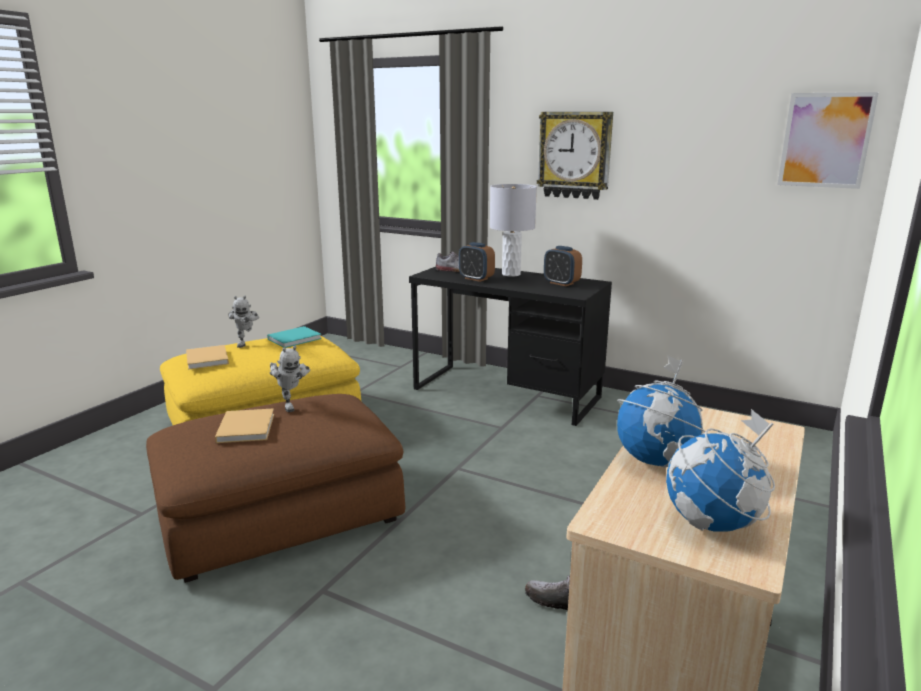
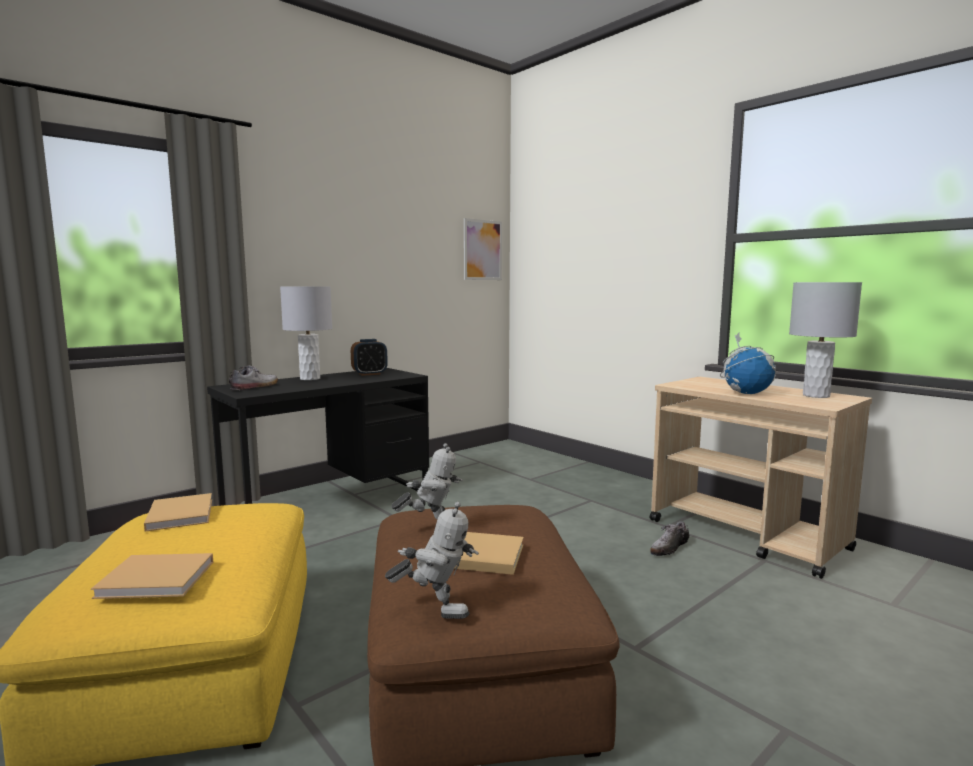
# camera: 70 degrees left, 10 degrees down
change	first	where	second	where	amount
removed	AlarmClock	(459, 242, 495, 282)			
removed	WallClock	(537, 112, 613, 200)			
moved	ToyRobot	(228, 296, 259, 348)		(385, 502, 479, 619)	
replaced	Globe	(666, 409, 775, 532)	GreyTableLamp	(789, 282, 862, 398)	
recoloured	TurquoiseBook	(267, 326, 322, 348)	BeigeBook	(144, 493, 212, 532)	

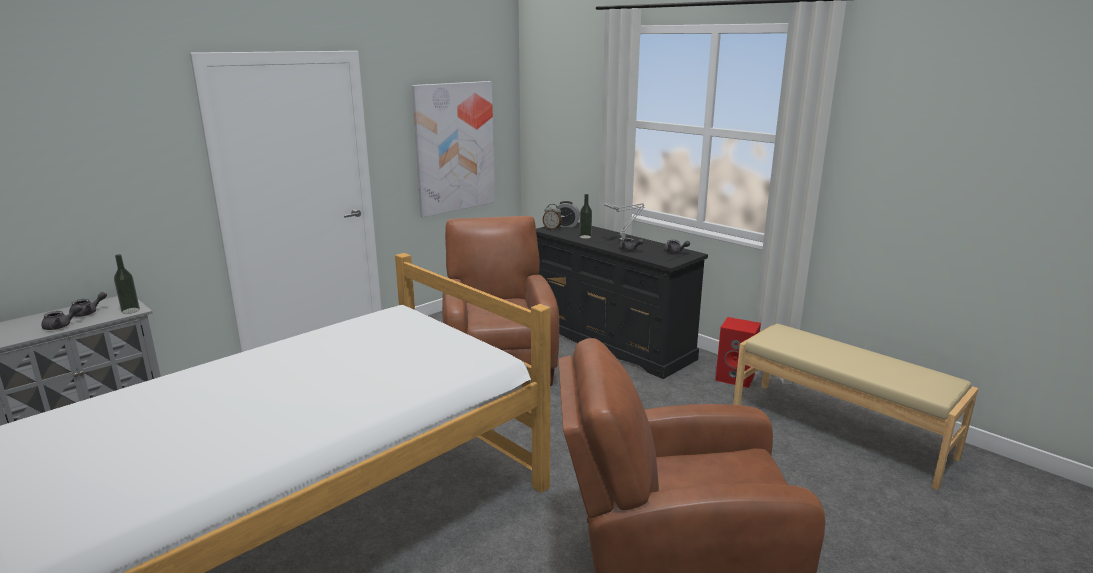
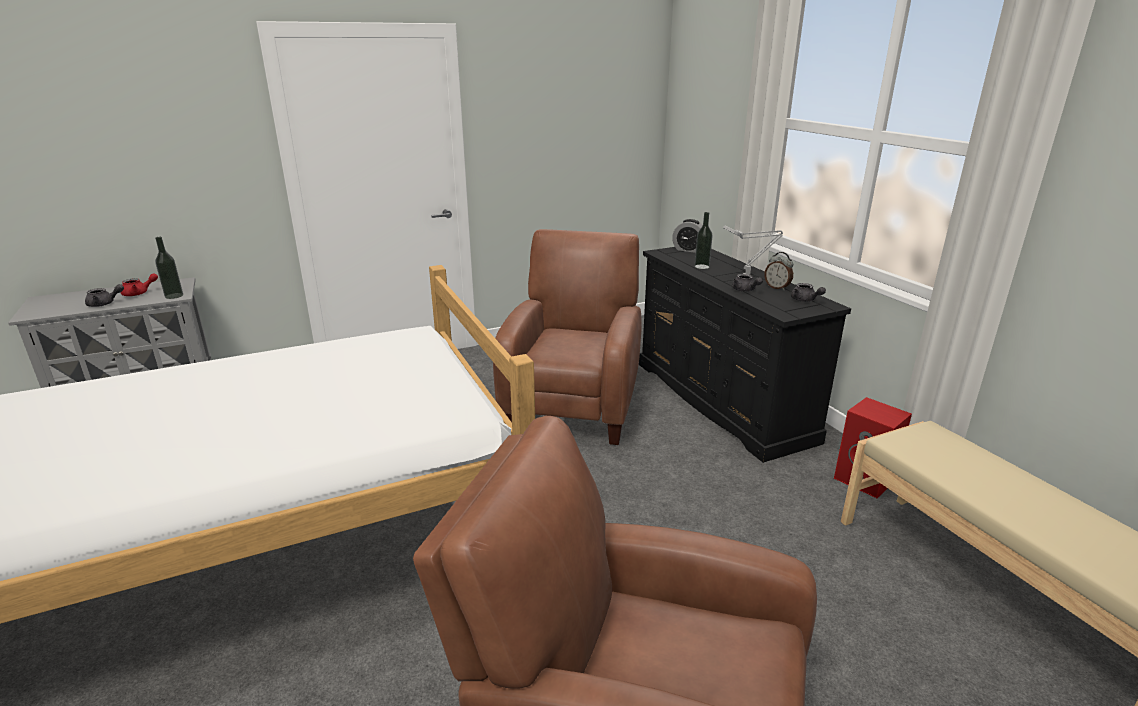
# camera: 20 degrees right, 5 degrees up
change	first	where	second	where	amount
removed	Picture	(412, 81, 495, 217)			
moved	AlarmClock	(543, 204, 562, 230)		(764, 252, 793, 290)	
recoloured	GreyTeapot	(69, 292, 107, 317)	RedTeapot	(120, 273, 158, 296)	

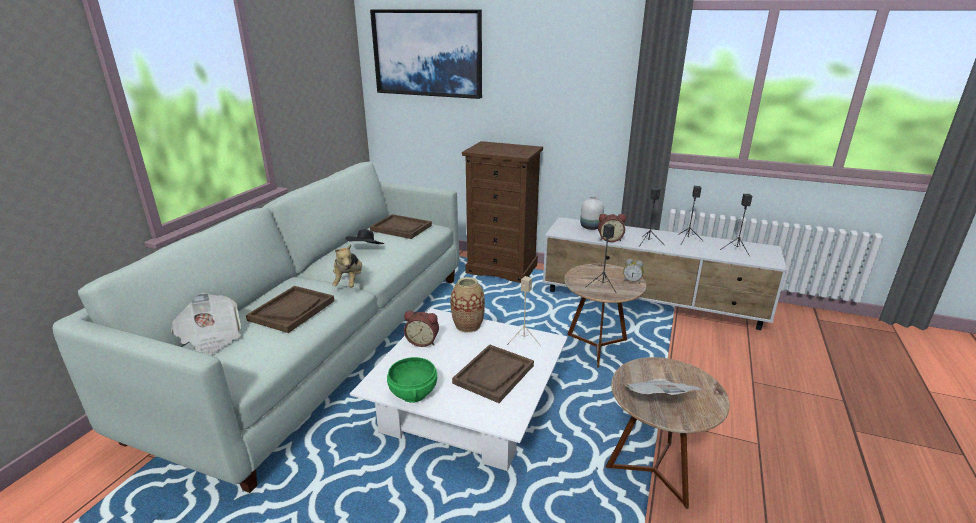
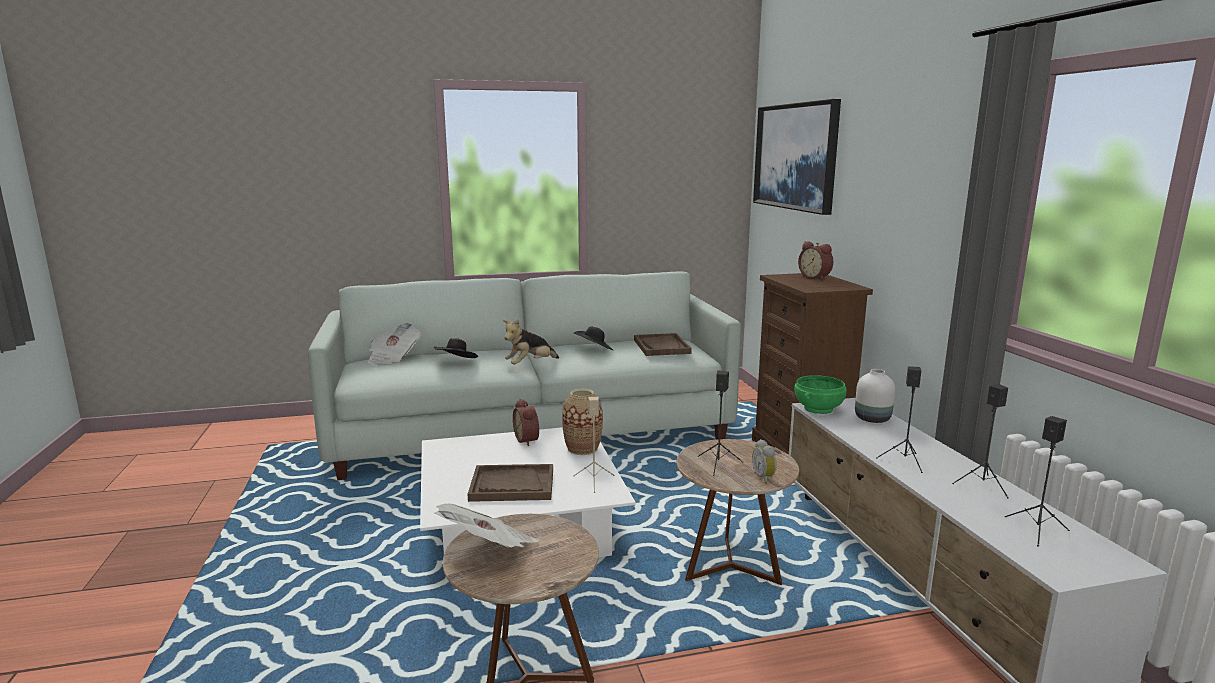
# camera: 55 degrees right, 10 degrees down
change	first	where	second	where	amount
moved	GreenBowl	(387, 357, 437, 403)		(794, 375, 847, 414)	
moved	AlarmClock	(598, 214, 626, 242)		(798, 241, 833, 280)	
replaced	BrownTray	(246, 286, 334, 333)	BlackHat	(434, 338, 478, 358)	

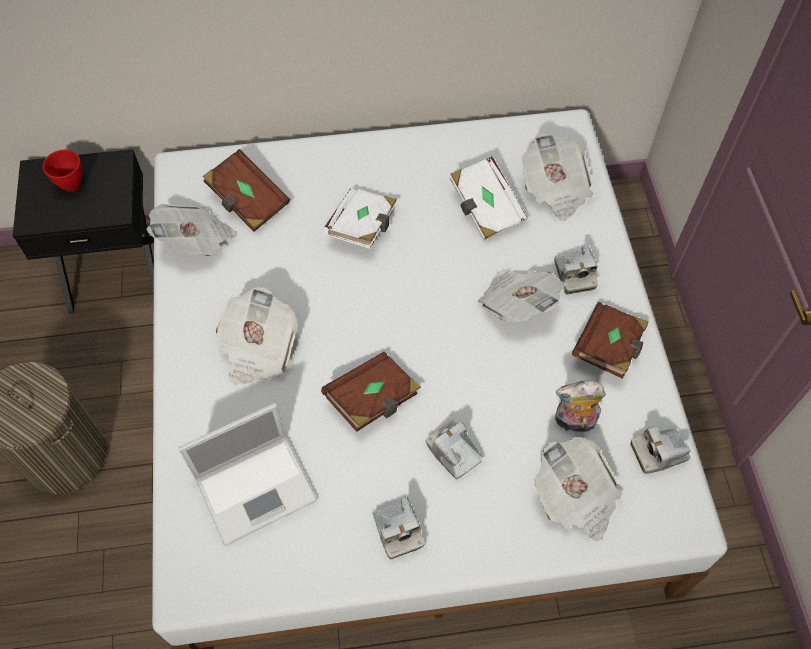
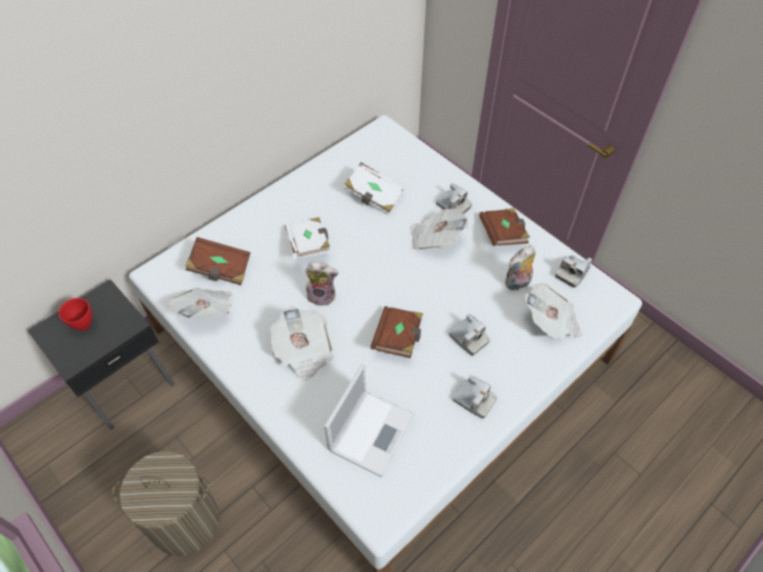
# camera: 35 degrees left, 5 degrees down
change	first	where	second	where	amount
removed	Newspaper	(522, 132, 593, 221)			
added			PlushToy	(305, 261, 339, 306)	
turned	PhotoCamera	(426, 421, 483, 479)		(449, 314, 490, 356)	150 degrees counterclockwise

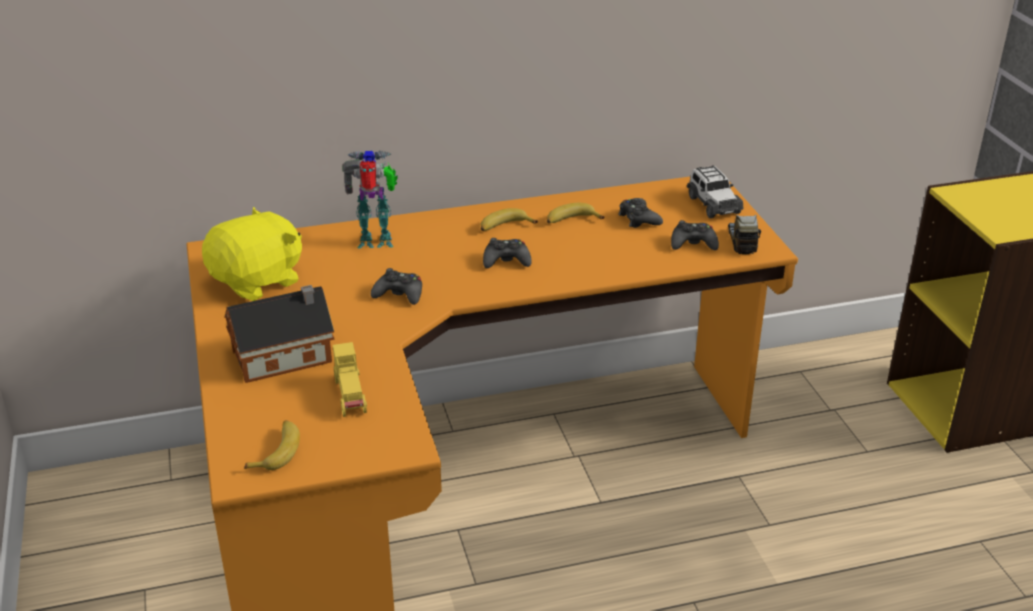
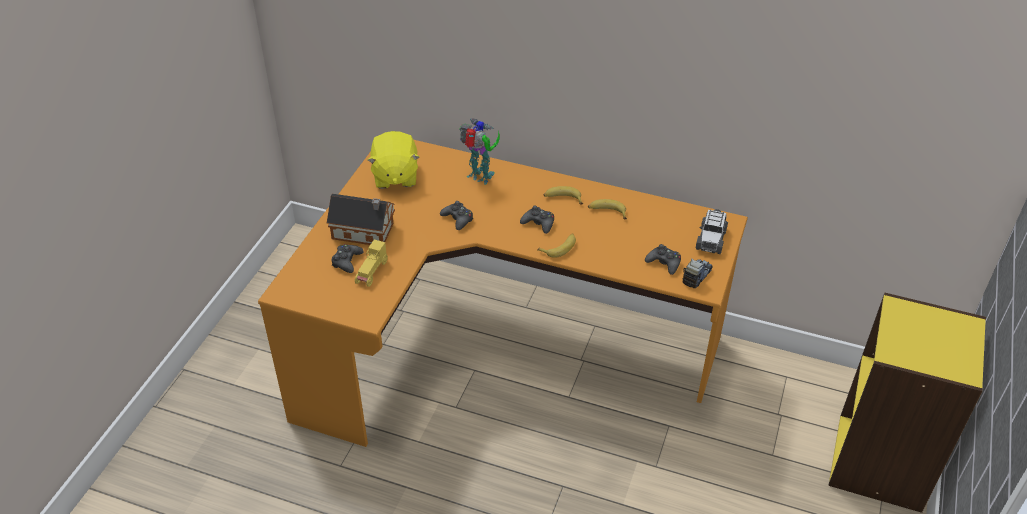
# camera: 35 degrees right, 10 degrees up
change	first	where	second	where	amount
moved	Banana	(244, 420, 300, 470)		(537, 233, 576, 258)	
moved	BlackGameController	(618, 198, 663, 228)		(332, 244, 364, 273)	
turned	YellowPlushToy	(202, 207, 302, 301)		(367, 131, 419, 189)	90 degrees clockwise

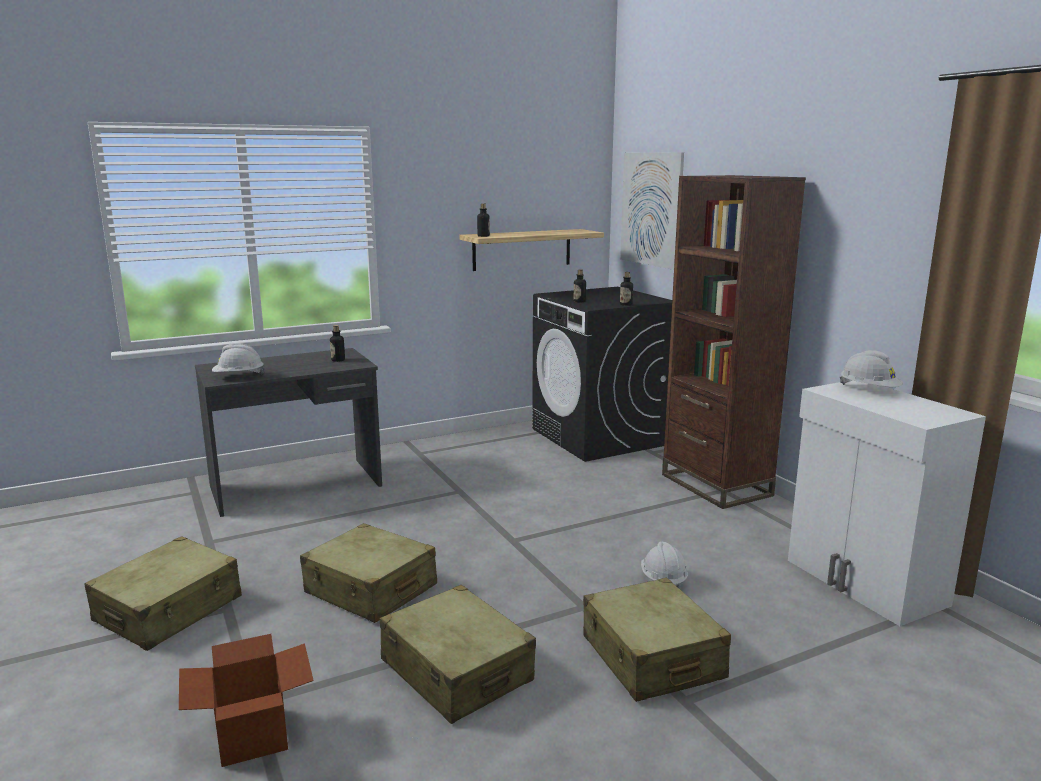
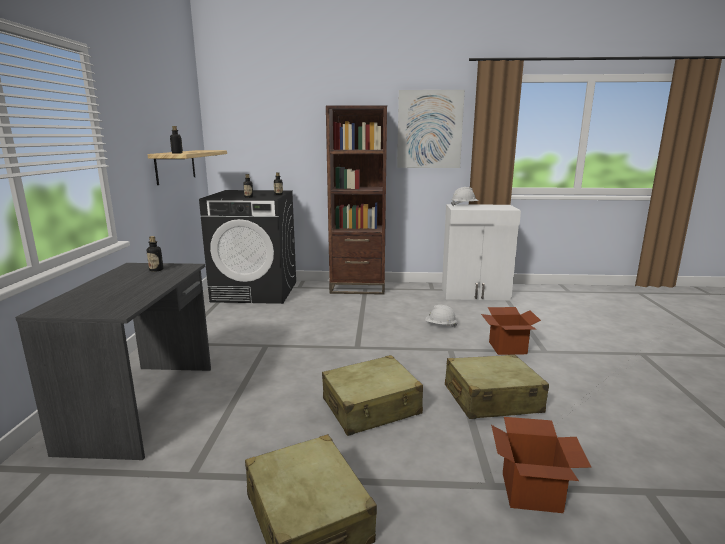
# camera: 60 degrees left, 0 degrees up
change	first	where	second	where	amount
removed	WhiteHardHat	(212, 343, 265, 374)			
moved	Picture	(620, 152, 684, 270)		(397, 90, 465, 168)	
replaced	BeigeSuitcase	(583, 578, 731, 702)	CardboardBox	(481, 307, 541, 355)	

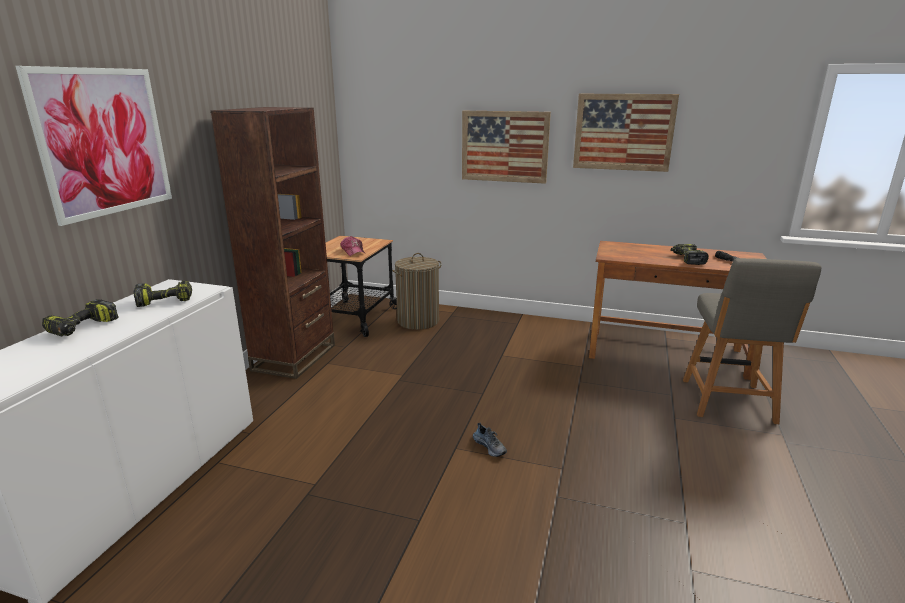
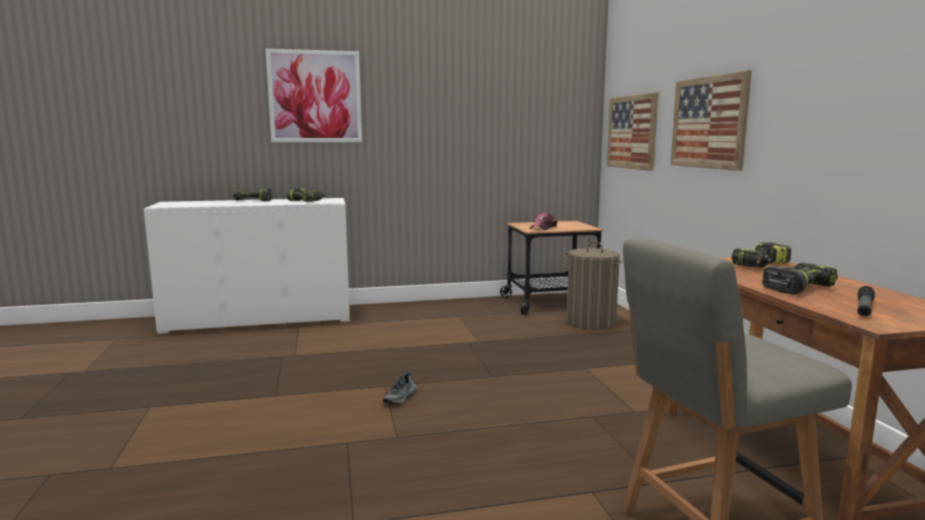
# camera: 60 degrees right, 10 degrees down
change	first	where	second	where	amount
removed	BrownBookcase	(211, 107, 335, 379)			
added			PowerDrill	(732, 242, 791, 268)	
moved	Picture	(573, 94, 679, 172)		(607, 92, 658, 171)	

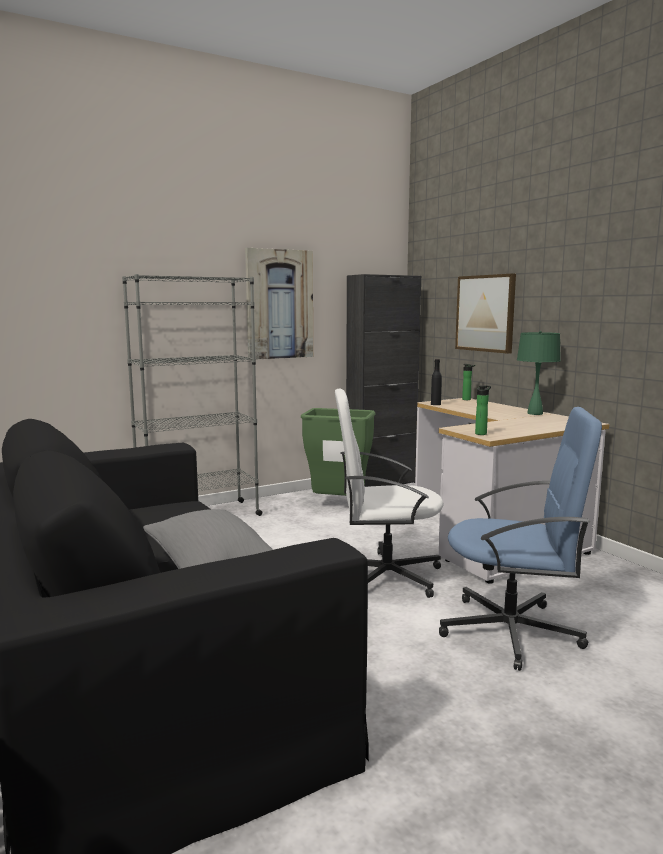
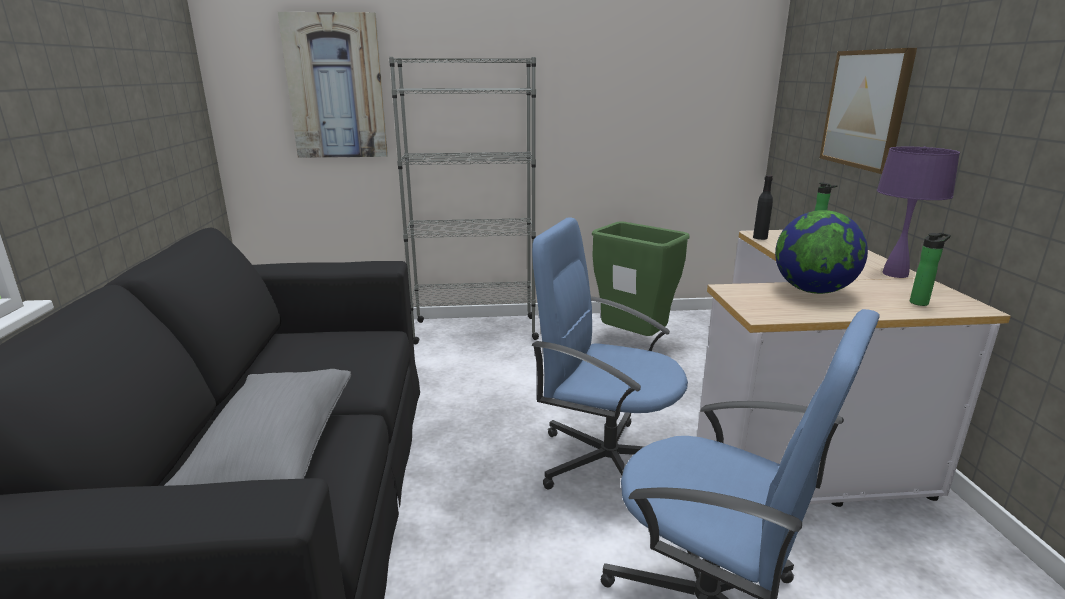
# camera: 25 degrees right, 10 degrees up
change	first	where	second	where	amount
removed	BlackCabinet	(346, 274, 421, 487)			
added			Globe	(775, 210, 868, 294)	
moved	Picture	(245, 248, 313, 360)		(278, 12, 388, 158)	
moved	Bottle	(475, 385, 491, 435)		(910, 233, 951, 306)	
recoloured	WhiteOfficeChair	(335, 389, 444, 598)	BlueOfficeChair	(532, 217, 688, 489)	
recoloured	GreenTableLamp	(517, 331, 561, 415)	PurpleTableLamp	(877, 146, 960, 278)	

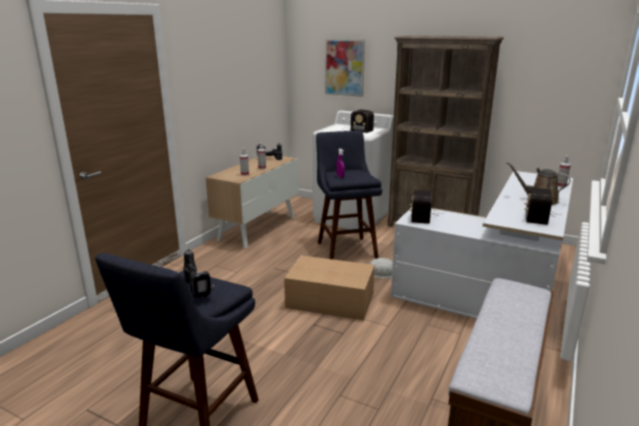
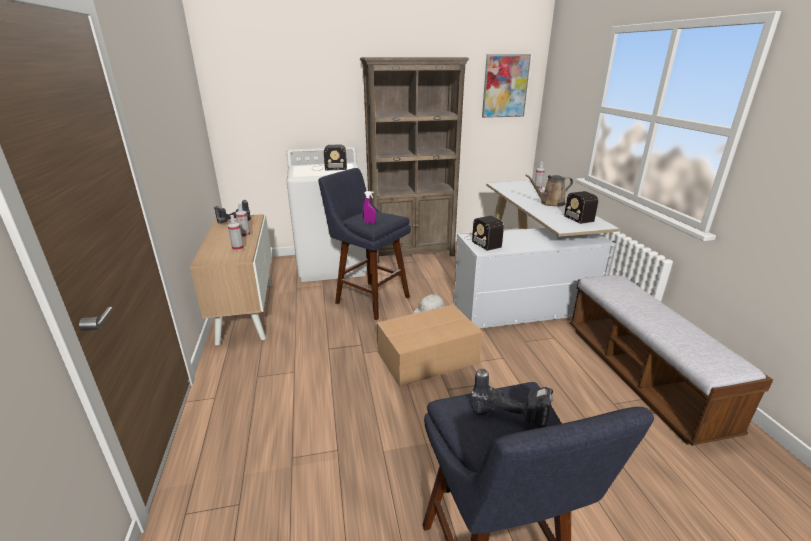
# camera: 40 degrees left, 5 degrees up
change	first	where	second	where	amount
moved	Picture	(325, 39, 365, 97)		(482, 54, 531, 118)	

